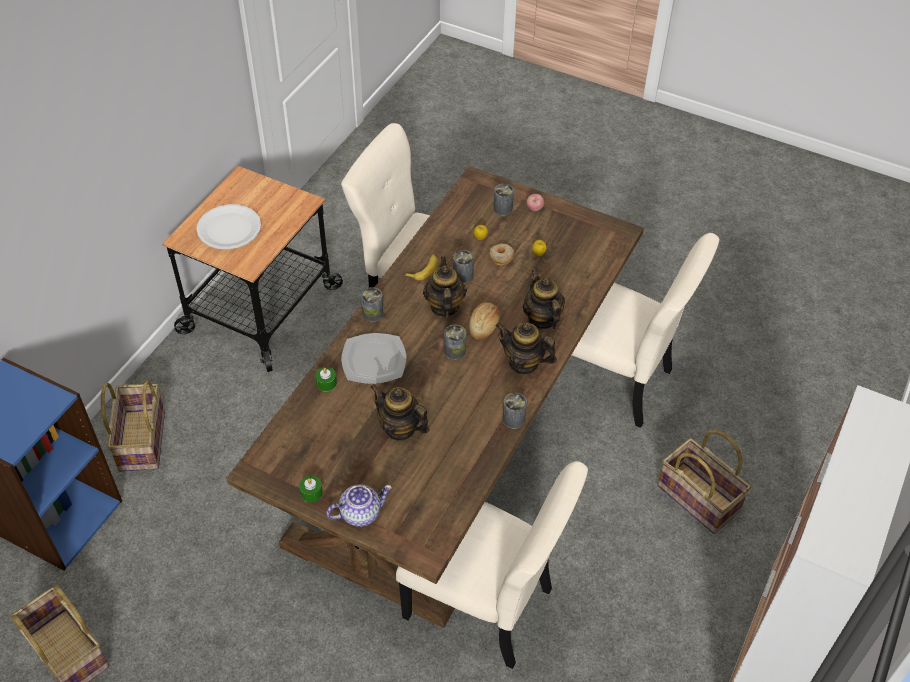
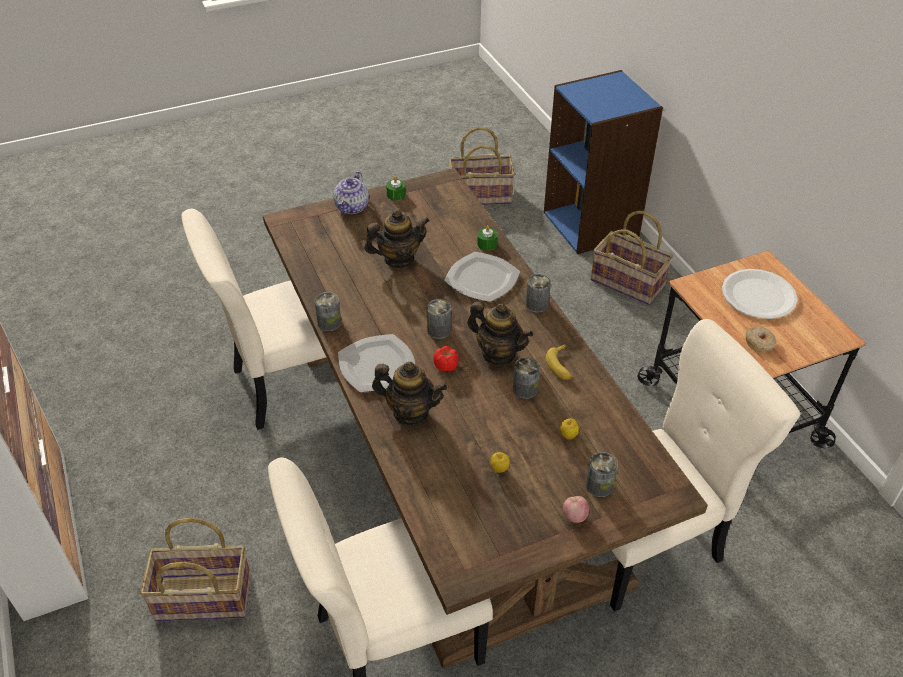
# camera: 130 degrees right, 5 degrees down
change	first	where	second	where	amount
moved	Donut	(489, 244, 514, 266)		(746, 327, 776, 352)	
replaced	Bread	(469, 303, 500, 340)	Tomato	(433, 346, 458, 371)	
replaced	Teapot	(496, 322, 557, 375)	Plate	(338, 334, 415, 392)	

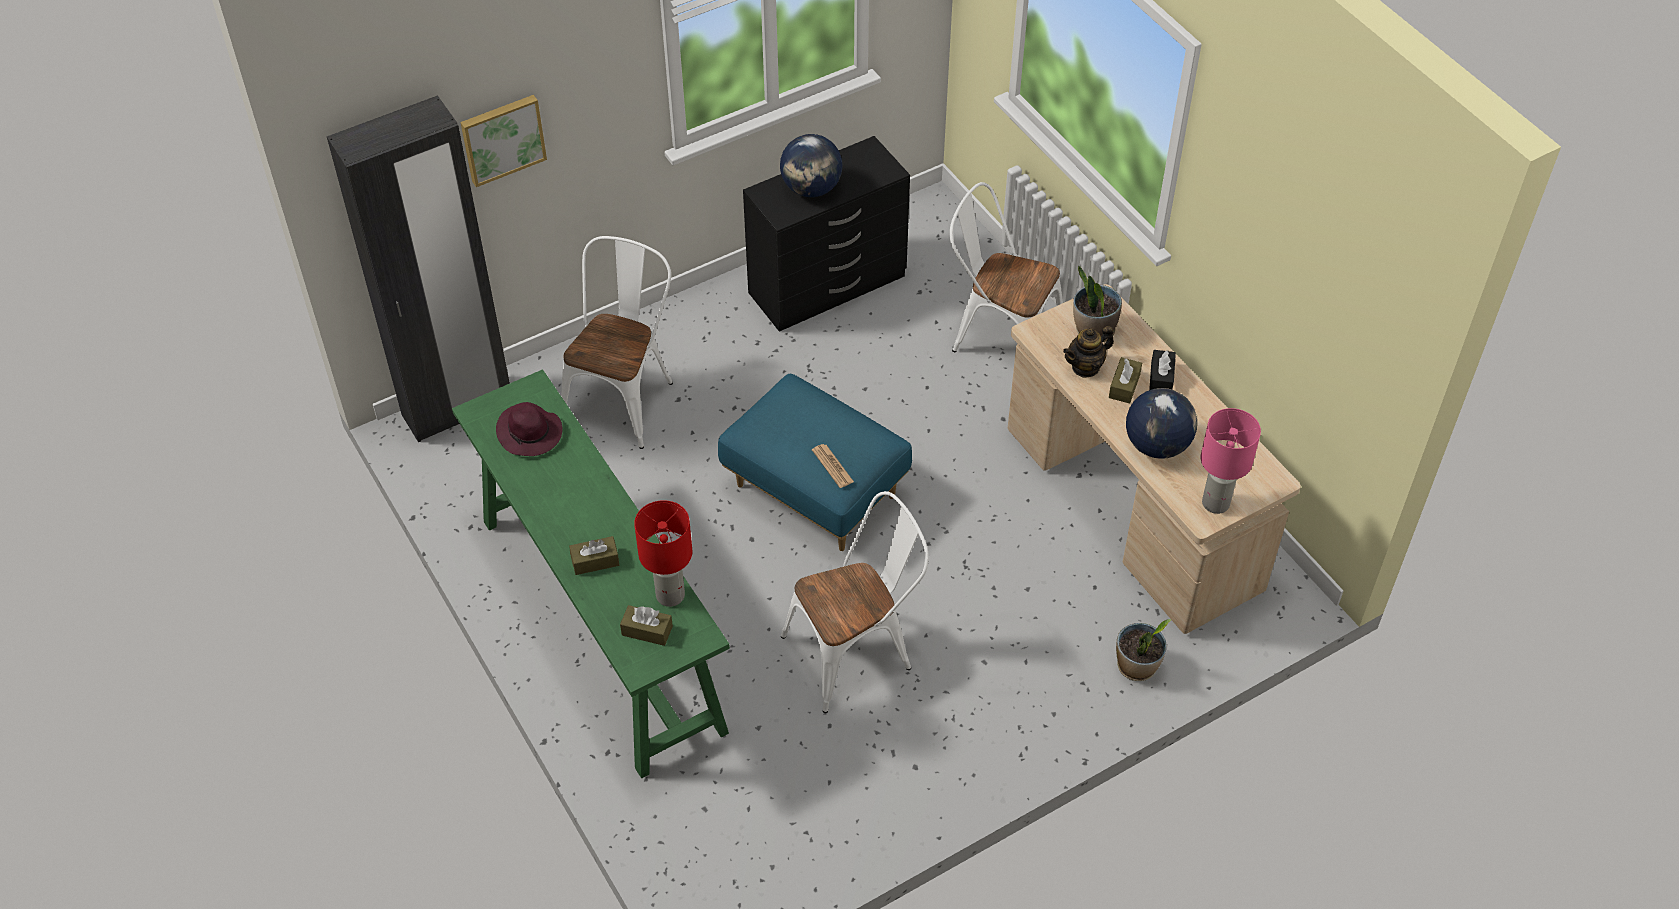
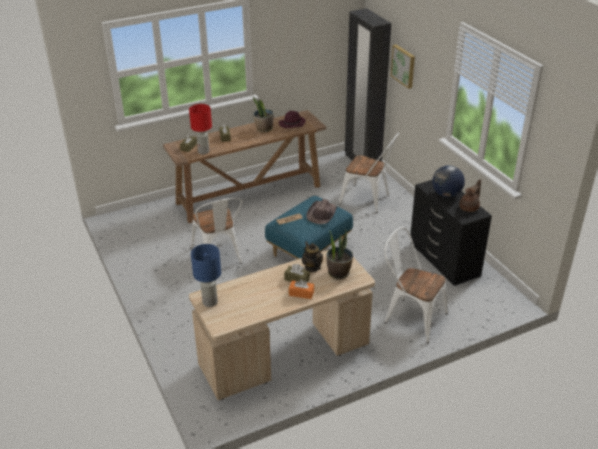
# camera: 95 degrees right, 15 degrees down
change	first	where	second	where	amount
removed	Globe	(1126, 388, 1197, 459)			
added			BrownHat	(306, 199, 338, 224)	
added			BrownTeapot	(459, 179, 481, 212)	
moved	PottedPlant	(1116, 619, 1171, 681)		(253, 97, 274, 133)	
recoloured	GreenConsoleTable	(452, 369, 730, 778)	BrownConsoleTable	(163, 110, 326, 223)	
recoloured	BlackTissueBox	(1149, 350, 1176, 390)	OrangeTissueBox	(289, 279, 314, 299)	
recoloured	PinkTableLamp	(1201, 408, 1261, 514)	BlueTableLamp	(191, 244, 221, 307)	
turned	WhiteChair	(950, 182, 1063, 352)		(384, 227, 448, 343)	90 degrees counterclockwise

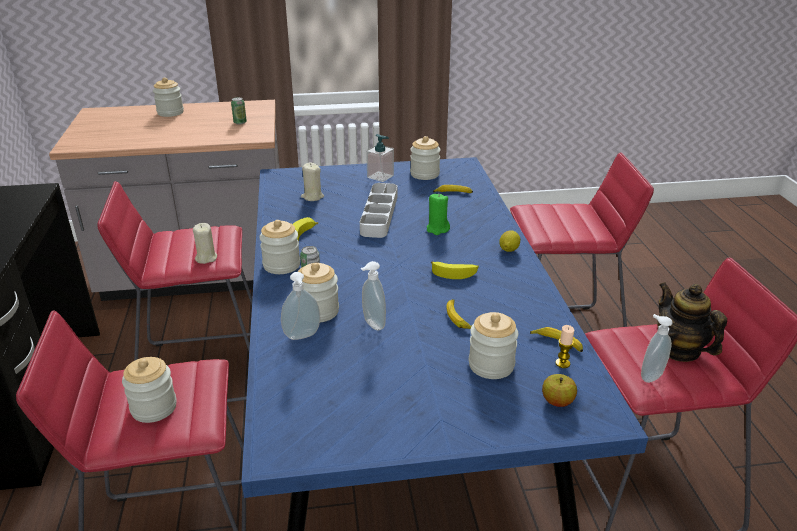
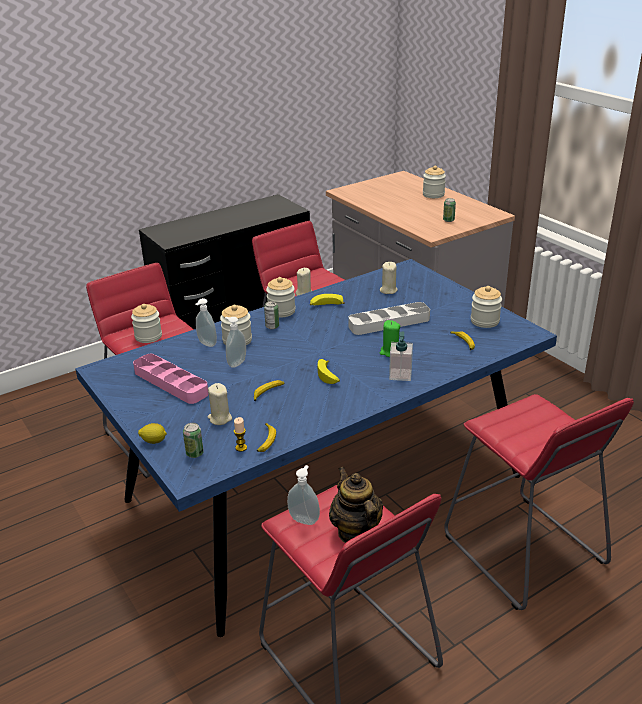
# camera: 65 degrees right, 0 degrees up
change	first	where	second	where	amount
added			PinkTray	(133, 354, 209, 404)	
moved	SoapDispenser	(366, 134, 394, 182)		(389, 332, 413, 381)	
moved	Lemon	(499, 230, 520, 252)		(138, 423, 167, 444)	
replaced	Jar	(469, 312, 518, 379)	BeigeCandle	(208, 383, 232, 425)	
replaced	Apple	(542, 374, 577, 407)	Can	(183, 423, 204, 458)	
turned	Teapot	(657, 282, 727, 362)		(329, 467, 383, 543)	60 degrees counterclockwise

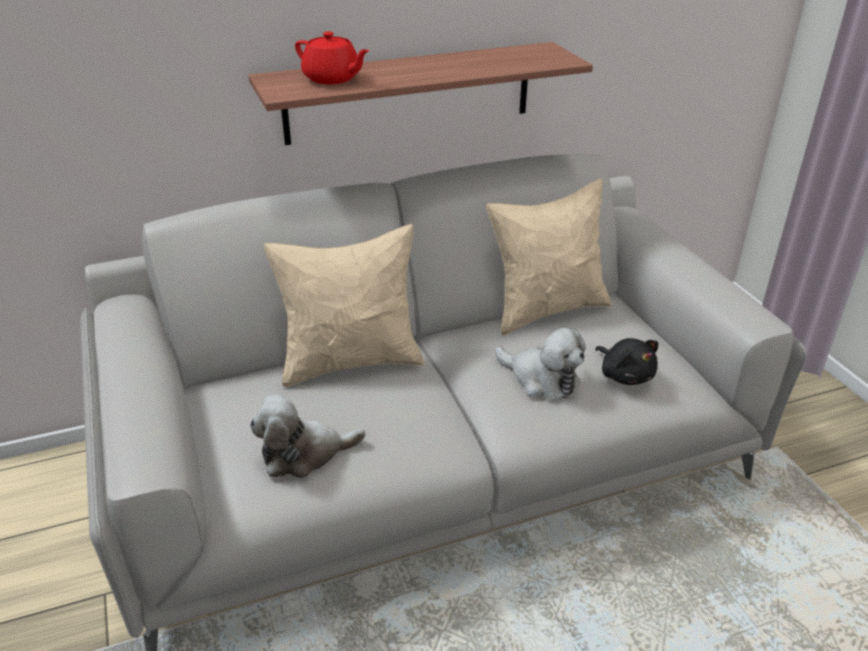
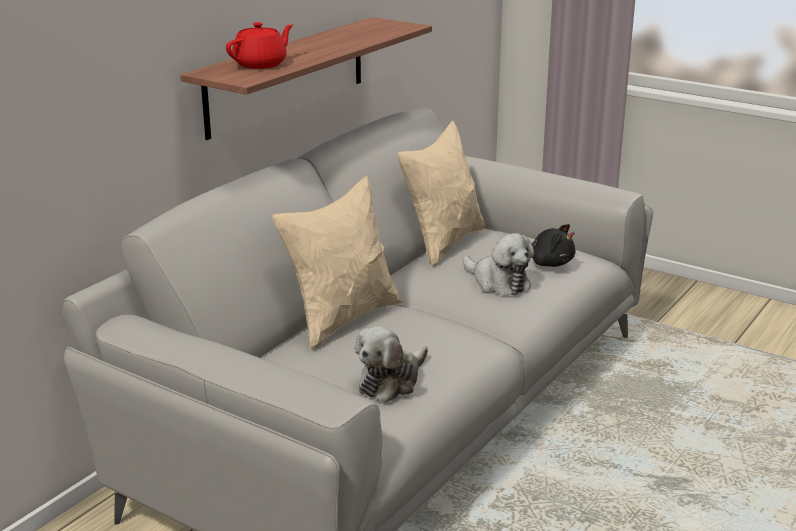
# camera: 35 degrees left, 10 degrees down
change	first	where	second	where	amount
turned	RedTeapot	(295, 31, 370, 84)		(226, 22, 293, 69)	45 degrees counterclockwise
turned	PlushToy	(495, 328, 586, 400)		(463, 233, 534, 295)	45 degrees clockwise

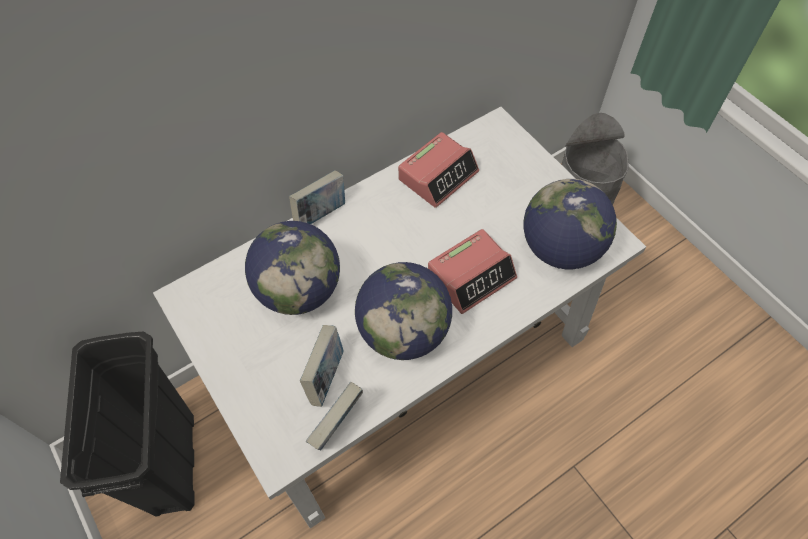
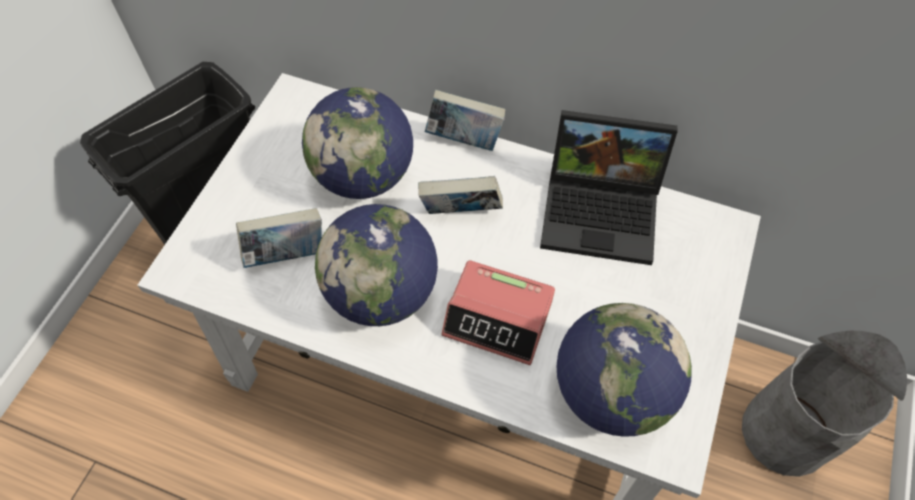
# camera: 55 degrees right, 0 degrees up
change	first	where	second	where	amount
moved	Book	(306, 381, 363, 450)		(418, 176, 503, 214)	
replaced	AlarmClock	(398, 132, 479, 208)	Laptop	(540, 110, 678, 265)	

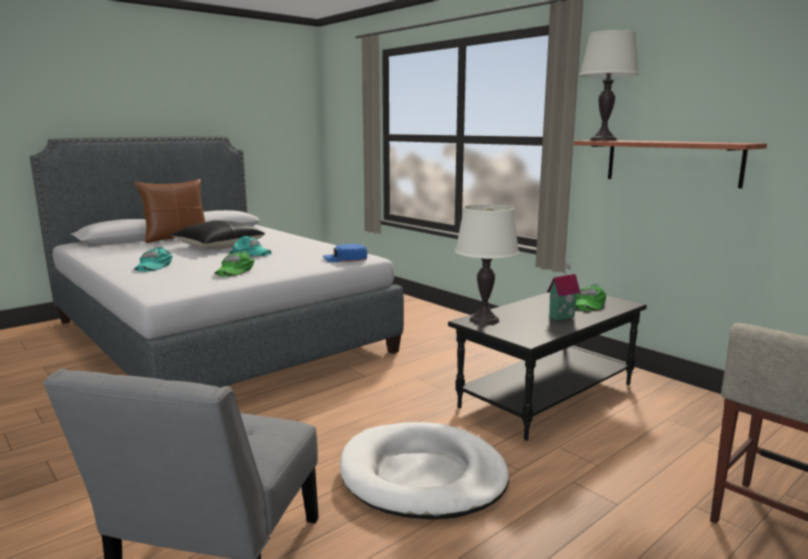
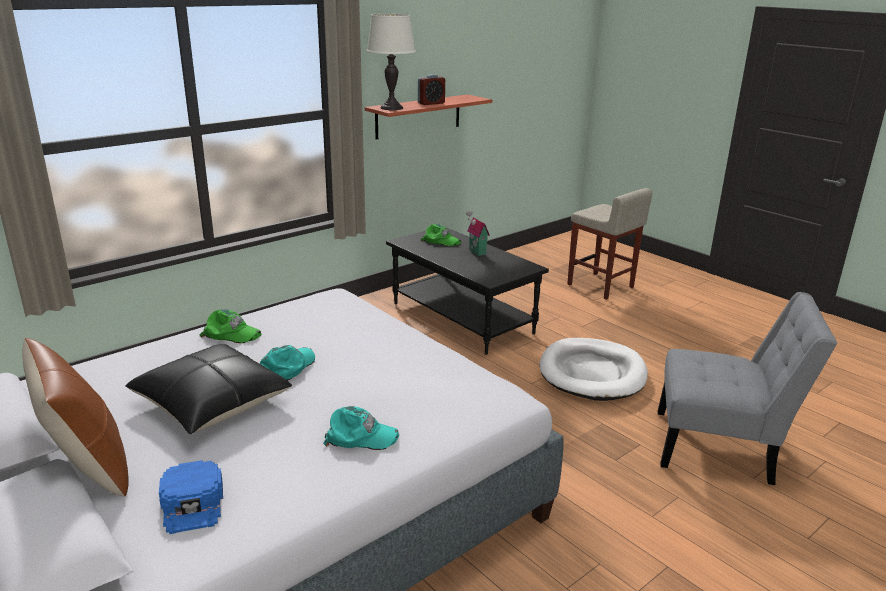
# camera: 90 degrees left, 10 degrees up
change	first	where	second	where	amount
removed	WhiteTableLamp	(455, 204, 519, 325)			
added			AlarmClock	(418, 74, 445, 105)	
moved	GreenCap	(215, 251, 255, 277)		(199, 309, 262, 343)	
moved	BlueCap	(323, 244, 367, 262)		(159, 460, 223, 534)	

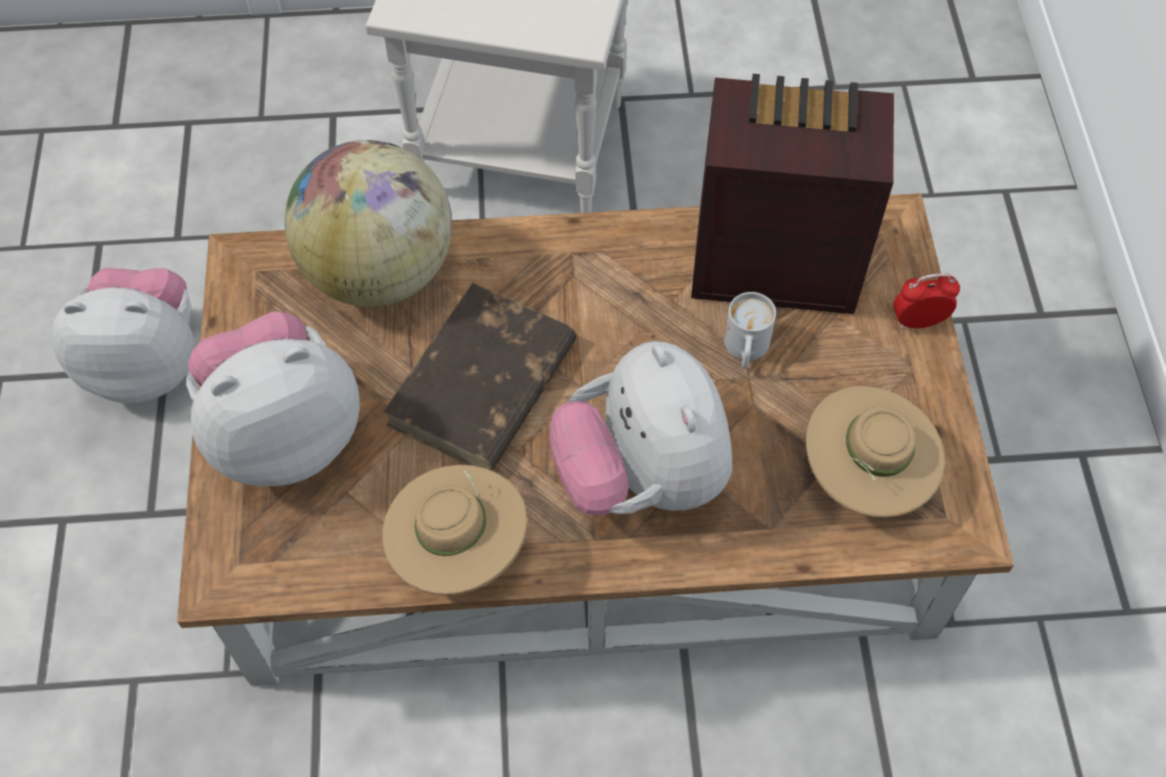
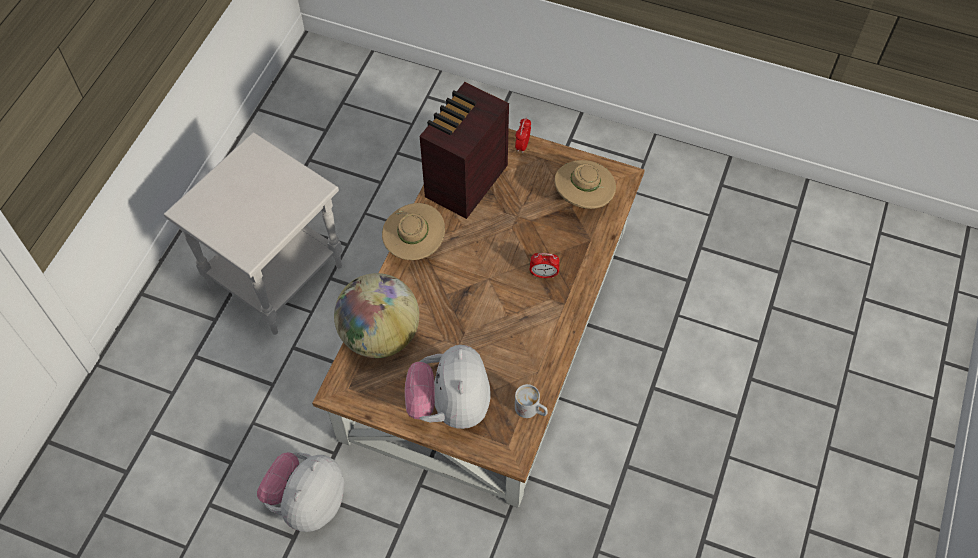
# camera: 65 degrees left, 0 degrees up
change	first	where	second	where	amount
removed	BrownBook	(383, 283, 577, 471)			
moved	BeigeHat	(382, 465, 527, 596)		(382, 203, 445, 260)	
moved	WhiteMug	(724, 292, 776, 369)		(515, 384, 548, 418)	
replaced	PlushToy	(549, 341, 732, 515)	AlarmClock	(530, 253, 560, 278)	

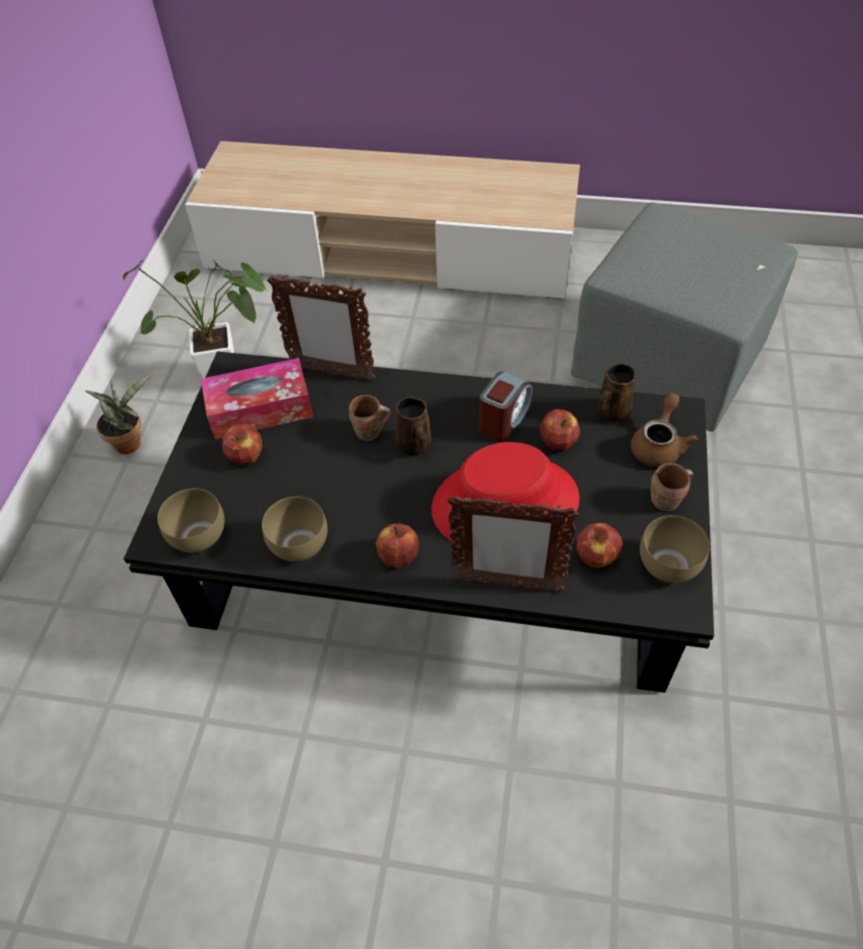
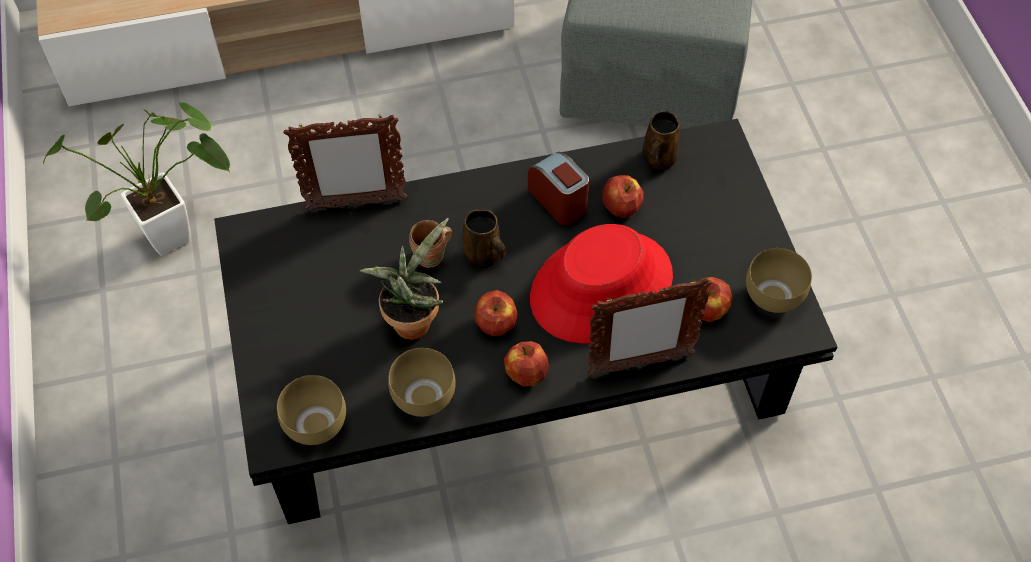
# camera: 25 degrees left, 5 degrees up
change	first	where	second	where	amount
removed	TissueBox	(201, 358, 313, 439)			
removed	BrownTeapot	(631, 393, 698, 467)			
removed	BrownMug	(651, 463, 693, 511)			
moved	PottedPlant	(85, 373, 152, 454)		(359, 218, 449, 340)	
moved	Apple	(222, 424, 262, 466)		(474, 290, 518, 336)	
turned	AlarmClock	(479, 372, 532, 442)		(528, 152, 589, 226)	45 degrees counterclockwise

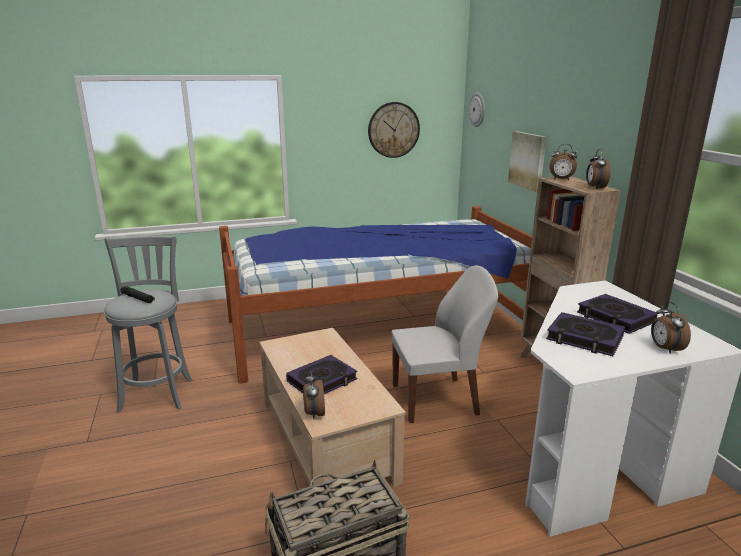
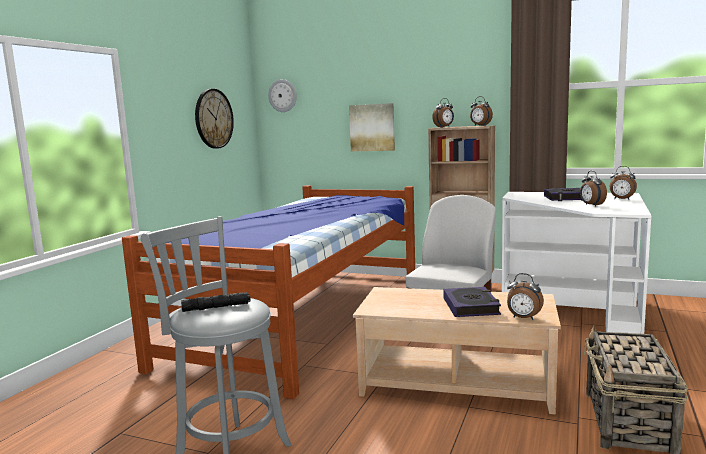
# camera: 50 degrees left, 10 degrees down
change	first	where	second	where	amount
replaced	Book	(546, 312, 625, 356)	AlarmClock	(580, 171, 607, 207)	

